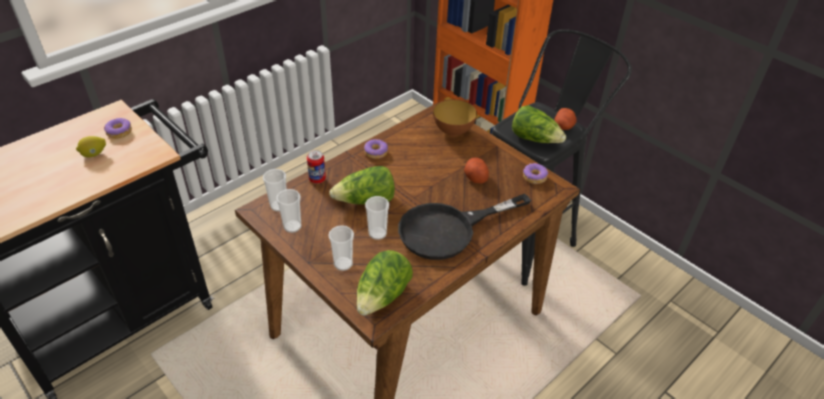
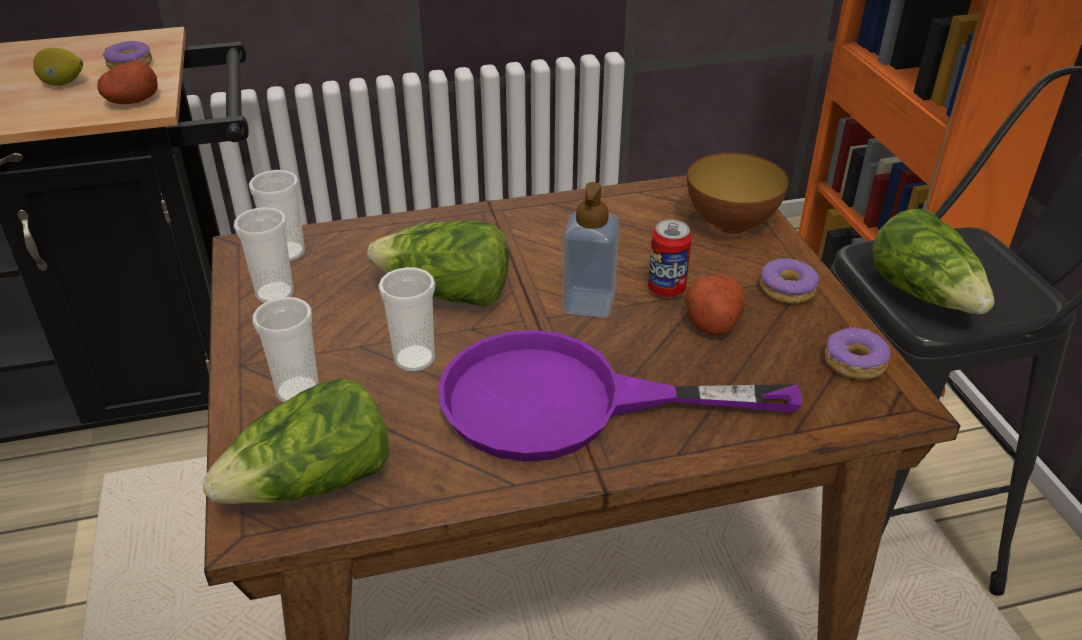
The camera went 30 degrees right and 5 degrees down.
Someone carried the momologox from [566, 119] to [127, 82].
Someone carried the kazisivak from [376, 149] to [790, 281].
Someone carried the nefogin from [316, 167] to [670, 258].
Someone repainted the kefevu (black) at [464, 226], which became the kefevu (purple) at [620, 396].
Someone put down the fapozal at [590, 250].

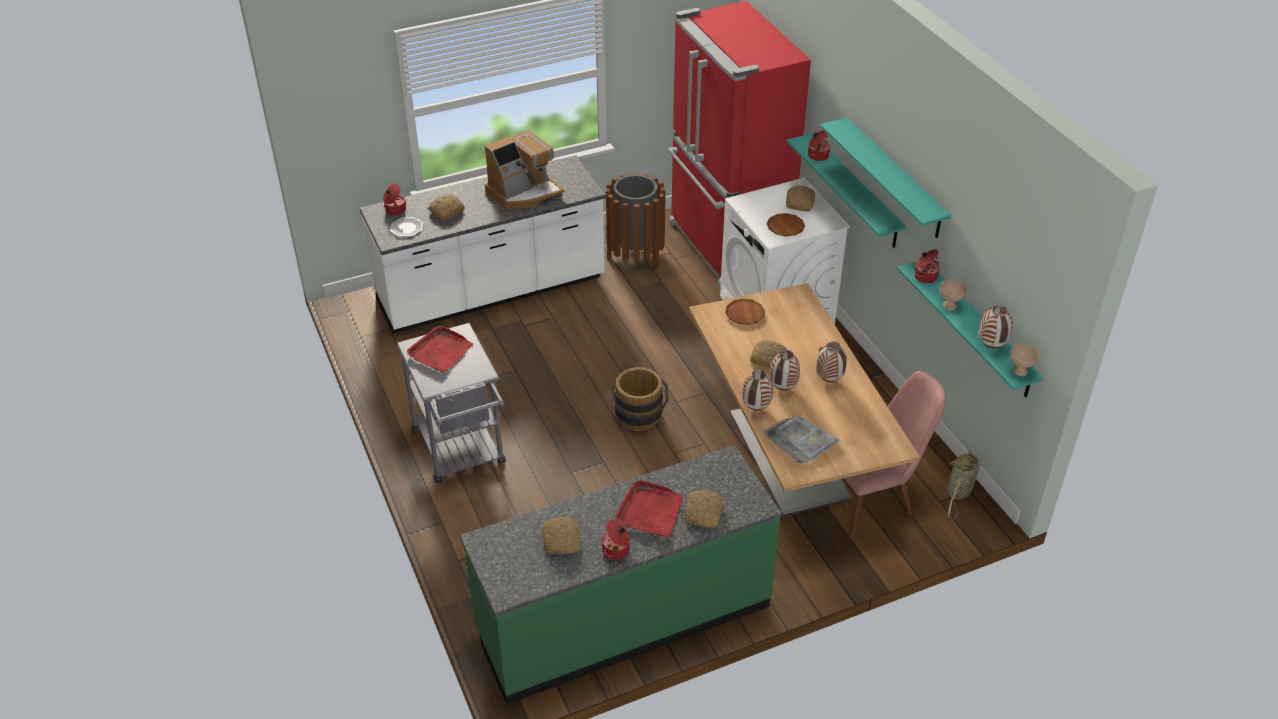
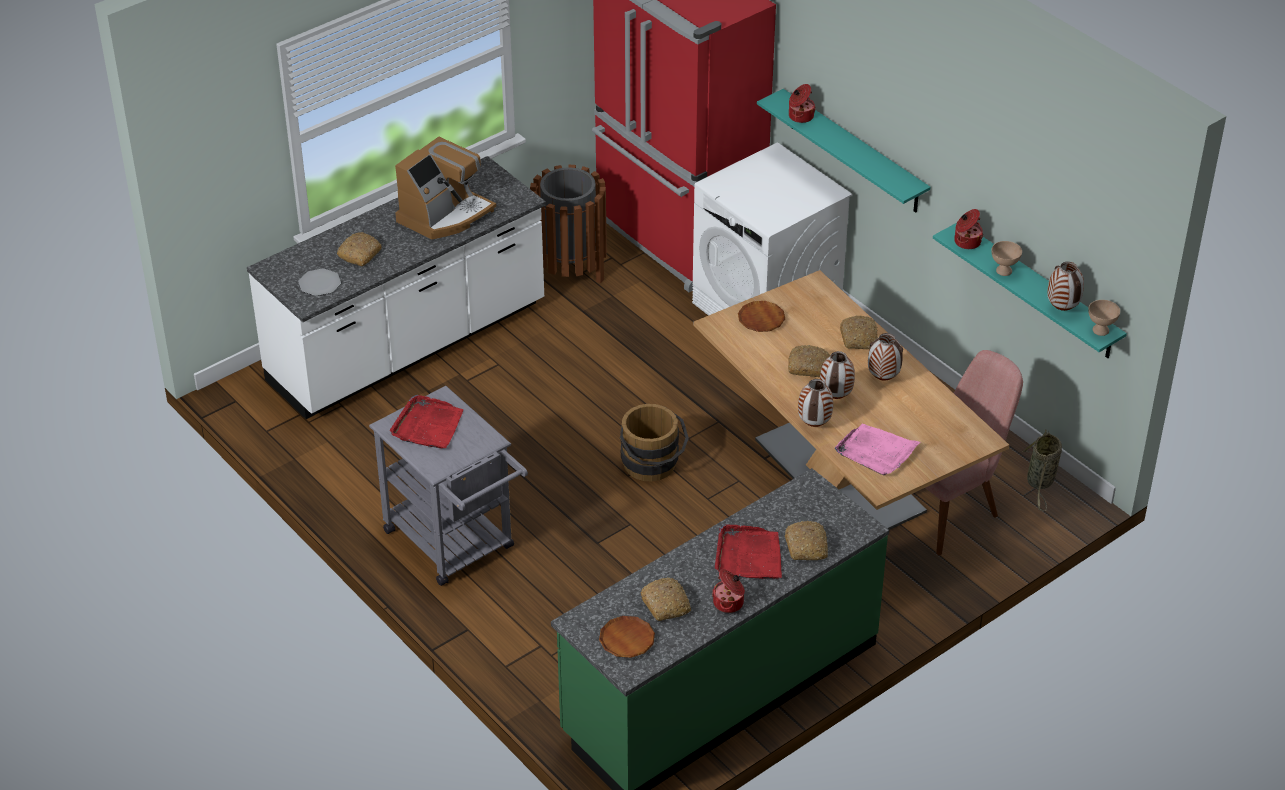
The camera went 15 degrees left and 0 degrees up.
Someone took away the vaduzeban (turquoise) at [885, 178].
Someone took away the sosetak at [394, 200].
Someone carried the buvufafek from [800, 198] to [859, 332].
Someone carried the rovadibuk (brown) from [786, 225] to [627, 637].
Someone repainted the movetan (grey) at [802, 439], which became the movetan (pink) at [877, 449].

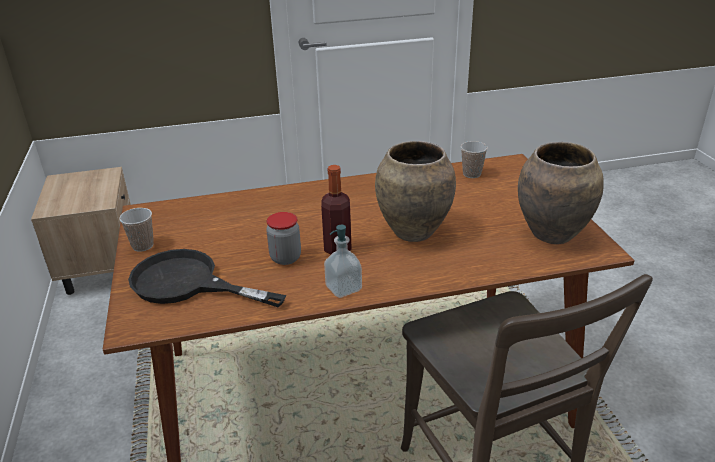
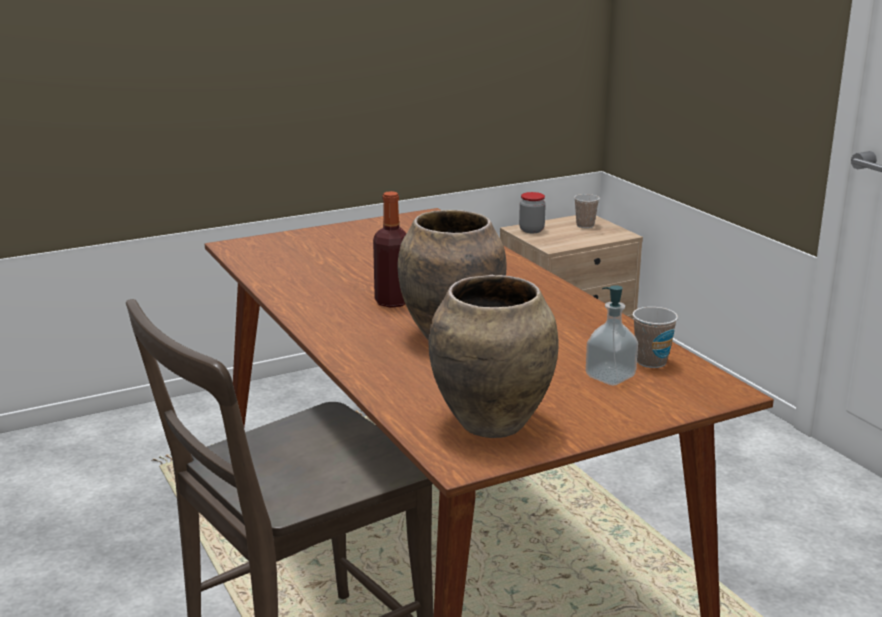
The camera went 75 degrees right and 10 degrees down.
Someone carried the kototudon from [136, 230] to [587, 211].
Someone carried the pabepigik from [283, 238] to [532, 212].
Someone carried the fapozal from [343, 261] to [612, 335].
Someone took away the kefevu (black) at [207, 278].

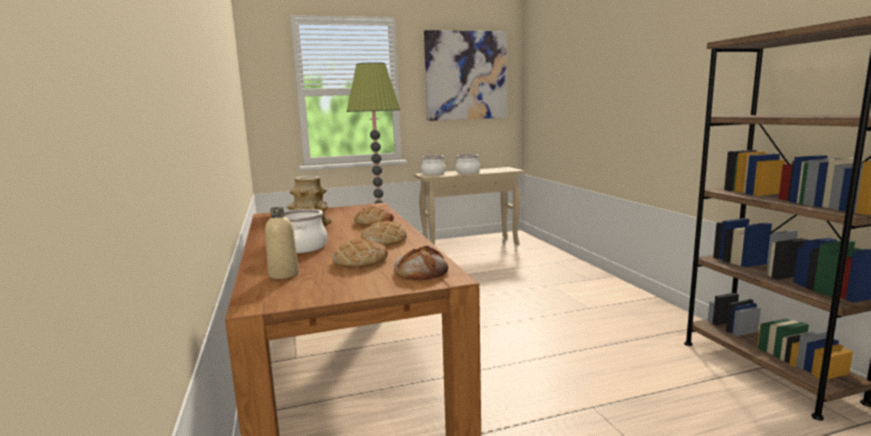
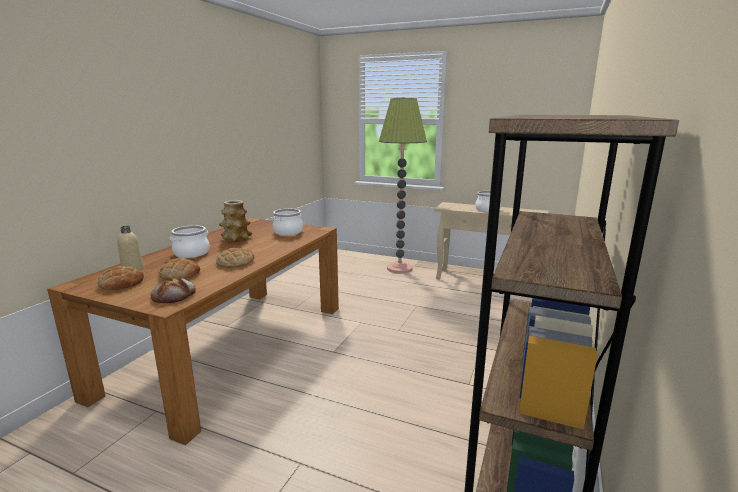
The camera went 40 degrees right and 5 degrees up.
Someone took away the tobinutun at [465, 75].
Someone carried the sosetak from [433, 165] to [288, 222].
Someone carried the buvufafek from [374, 216] to [121, 278].

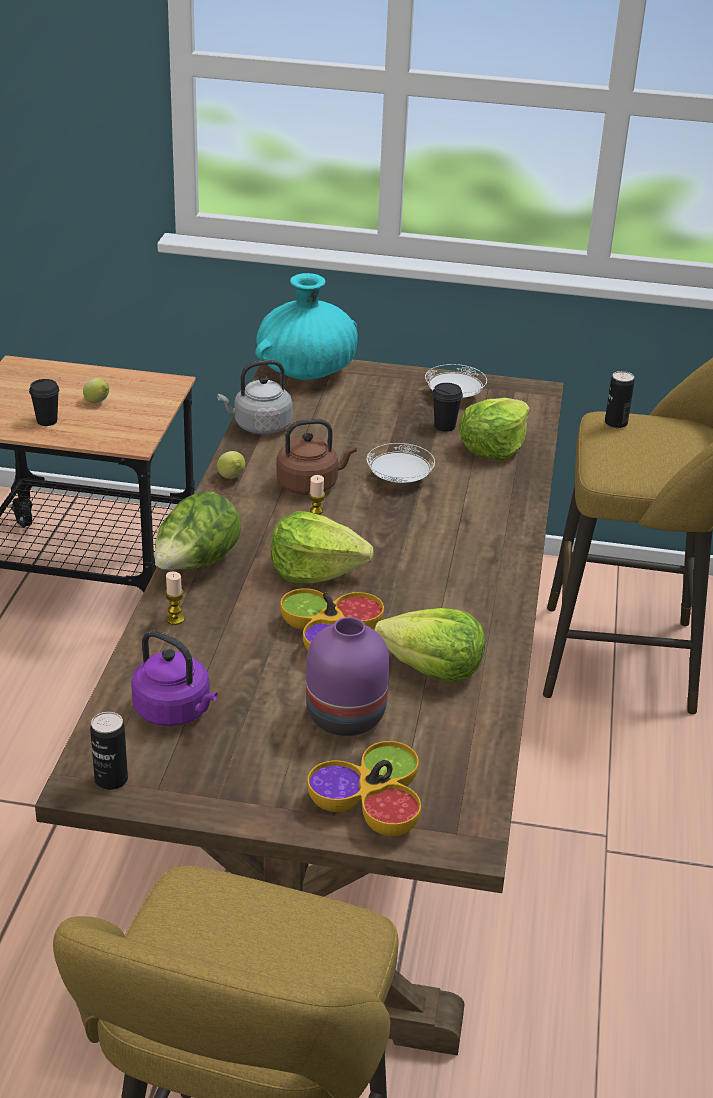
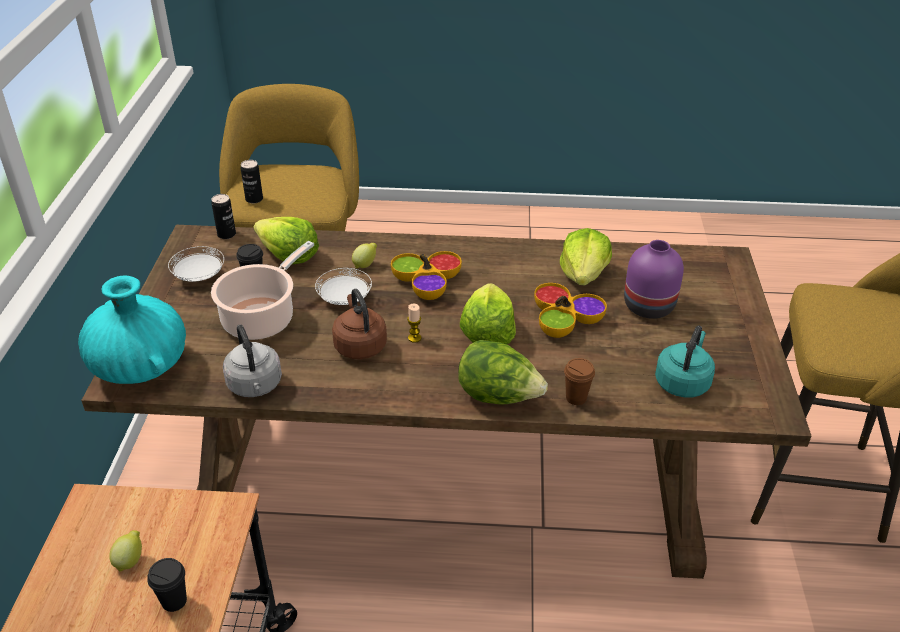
The camera went 95 degrees left and 5 degrees up.
Someone carried the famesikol from [231, 465] to [364, 255].
Someone swapped the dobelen at [174, 598] for the kototudon (brown) at [579, 381].
Someone repainted the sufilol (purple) at [174, 678], which became the sufilol (turquoise) at [685, 361].
Someone carried the nefogin from [109, 751] to [223, 216].
Someone carried the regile from [364, 788] to [426, 275].
Someone put down the sosetak at [262, 290].

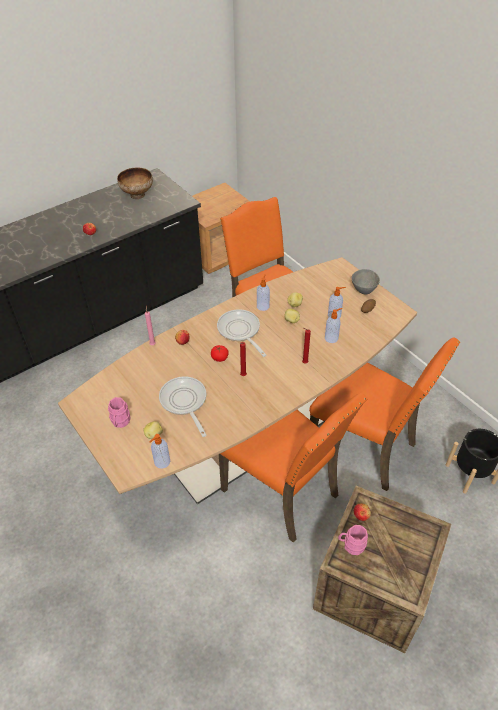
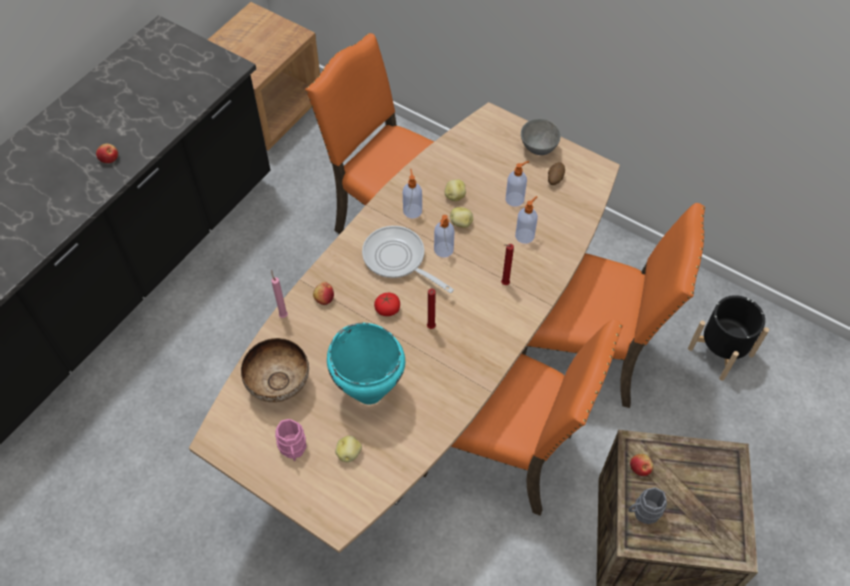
The camera went 20 degrees left and 10 degrees up.
Someone carried the regile from [135, 183] to [275, 370].
Someone swapped the kefevu at [183, 406] for the sosetak (turquoise) at [366, 364].
Someone carried the fapozal from [160, 451] to [444, 236].
Someone repainted the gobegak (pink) at [353, 540], which became the gobegak (grey) at [647, 505].

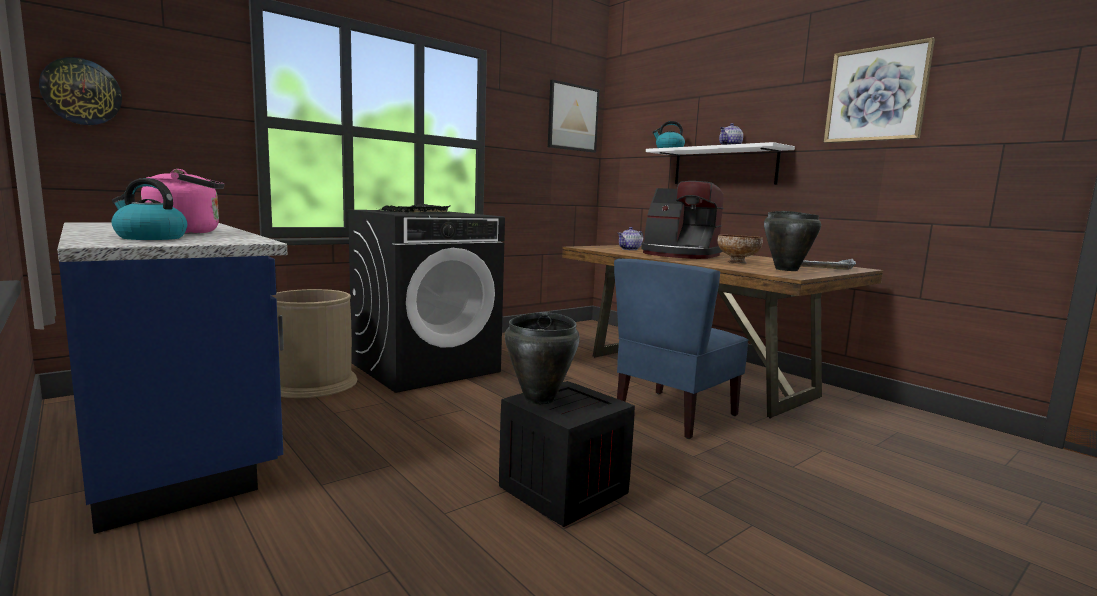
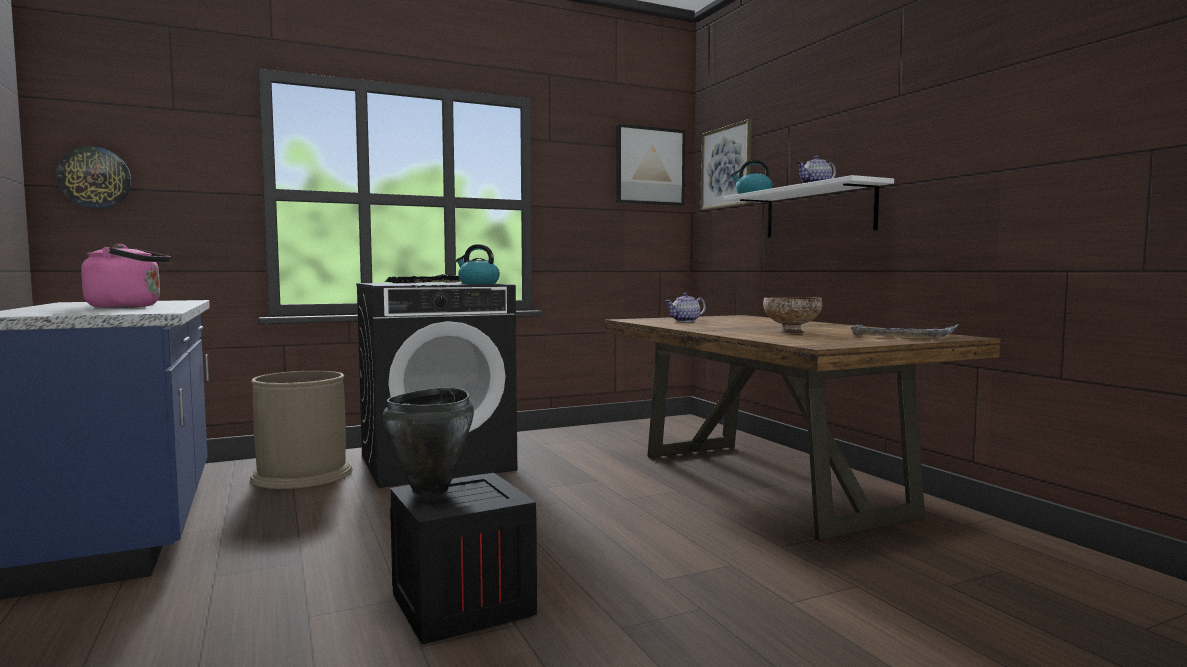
The camera went 15 degrees right and 5 degrees down.
Someone carried the tobinutun from [879, 90] to [726, 164].
Someone carried the sufilol from [149, 209] to [478, 264].
Someone took away the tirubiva at [682, 220].
Someone took away the sosetak (black) at [792, 241].
Someone took away the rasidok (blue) at [681, 349].

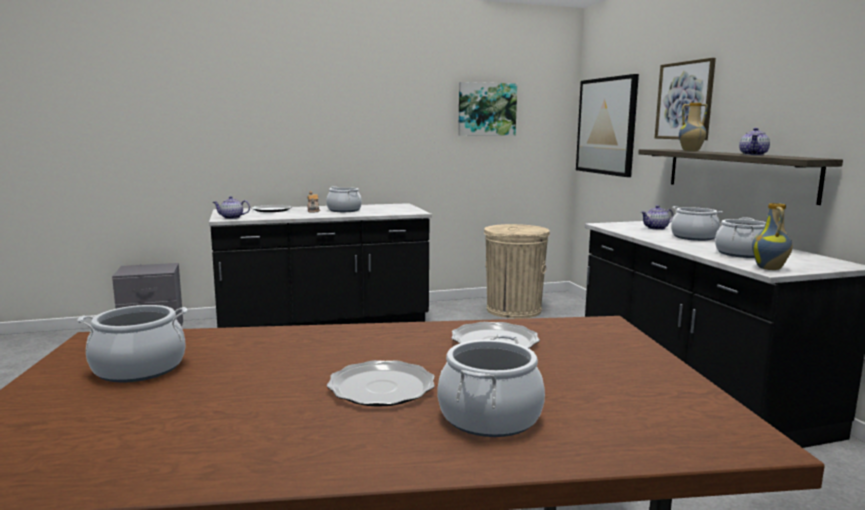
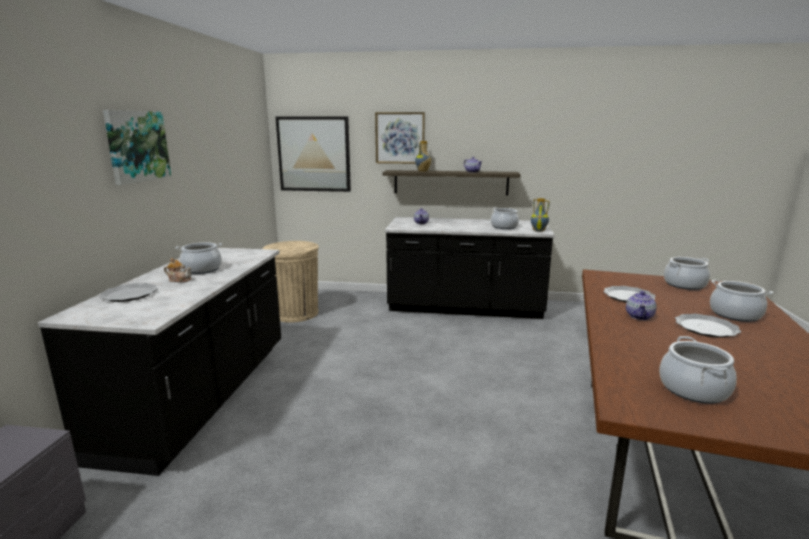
The camera went 65 degrees left and 5 degrees up.
Someone carried the tobinutun from [487, 109] to [137, 147].
Someone carried the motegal from [231, 207] to [641, 305].
Someone carried the sosetak from [697, 223] to [687, 273].

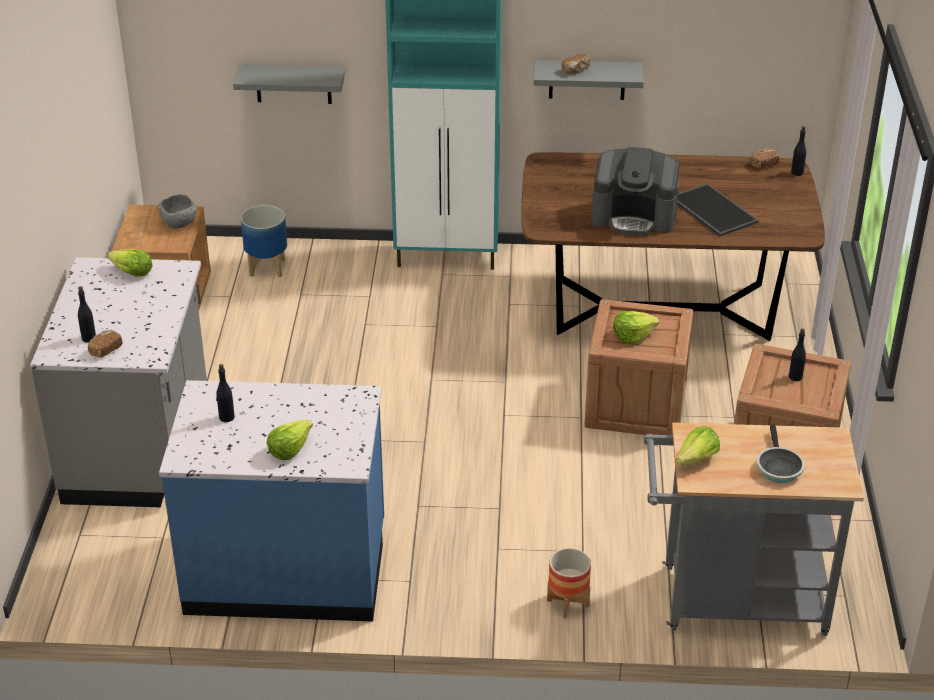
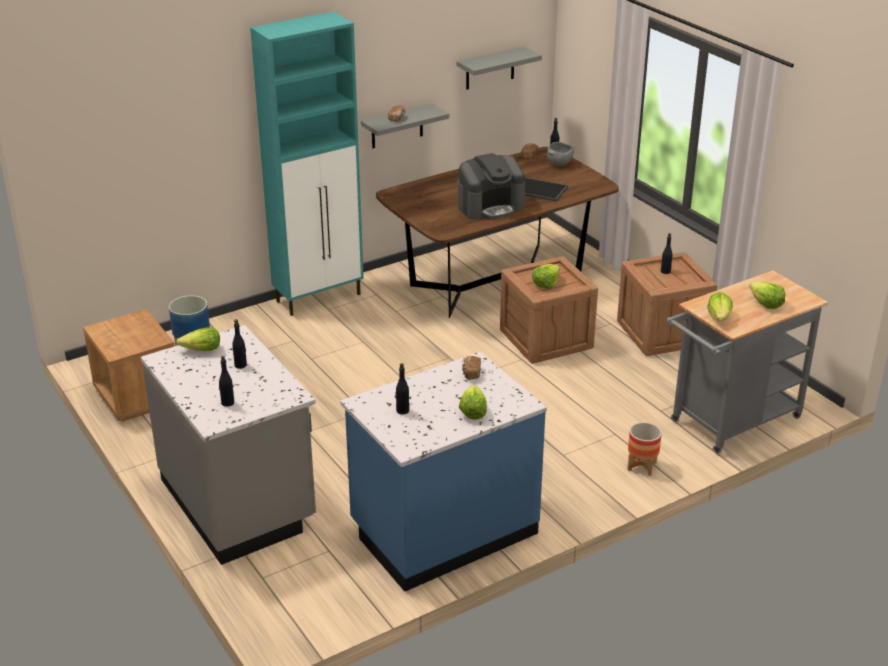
The camera went 35 degrees left and 5 degrees down.
Someone carried the vaduzeban (grey) from [289, 84] to [499, 68].
Someone carried the regile (grey) from [177, 211] to [560, 154].
Someone carried the buvufafek from [105, 344] to [471, 368].
Someone swapped the kefevu at [781, 454] for the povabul at [767, 295].
Someone put down the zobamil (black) at [239, 344].

